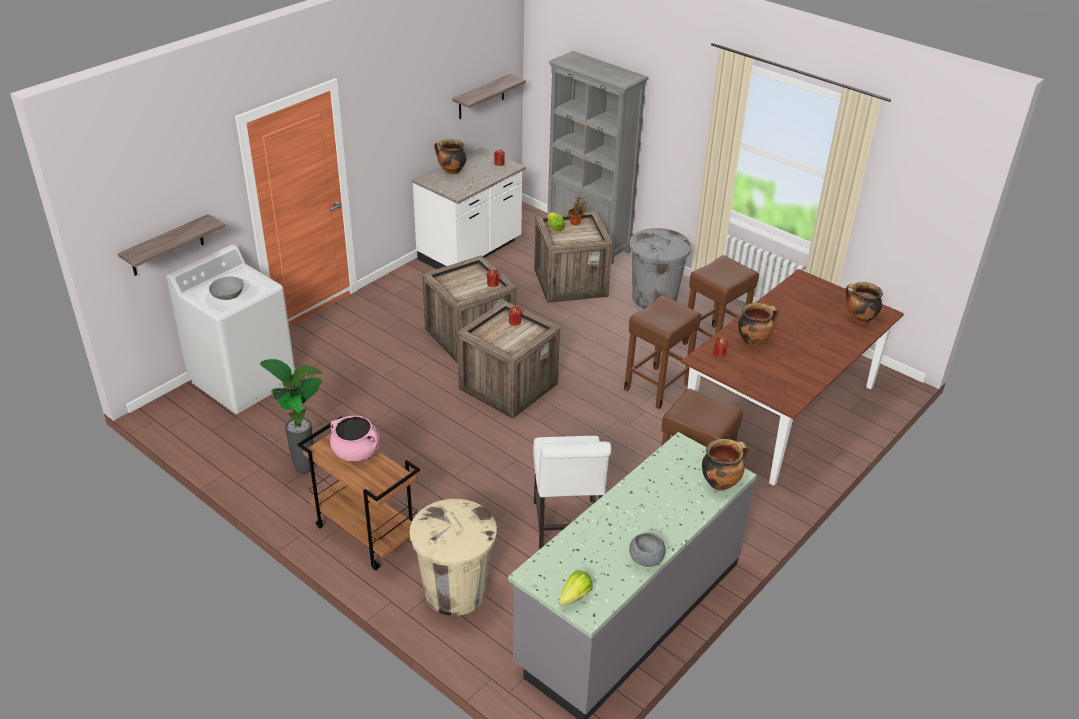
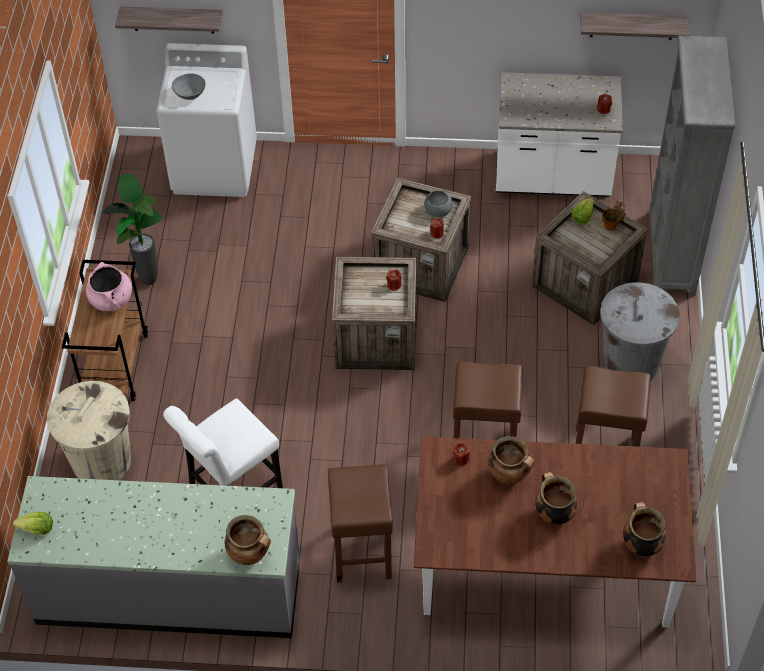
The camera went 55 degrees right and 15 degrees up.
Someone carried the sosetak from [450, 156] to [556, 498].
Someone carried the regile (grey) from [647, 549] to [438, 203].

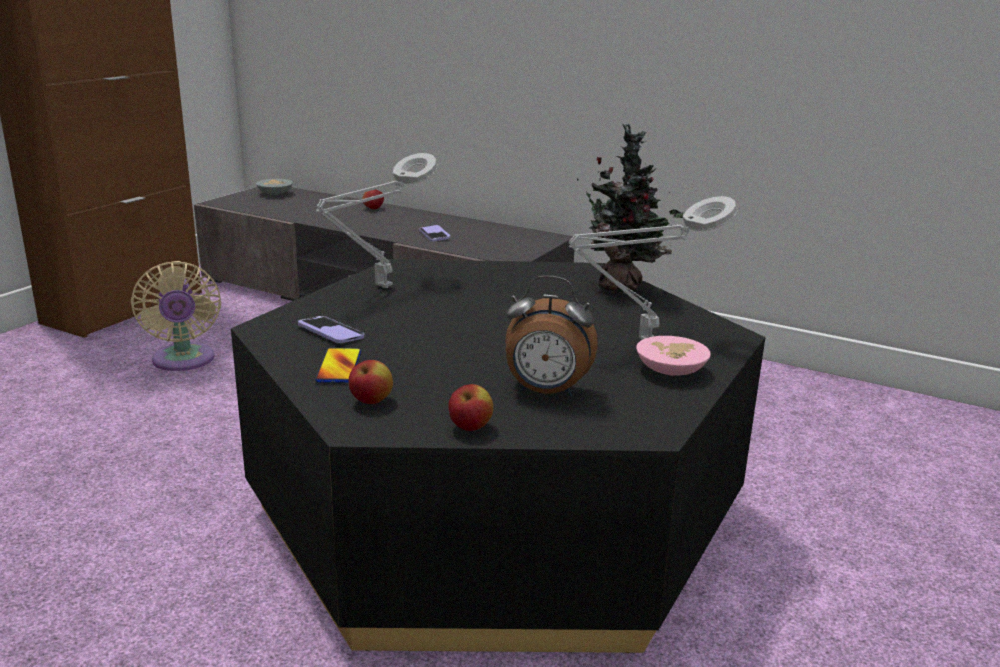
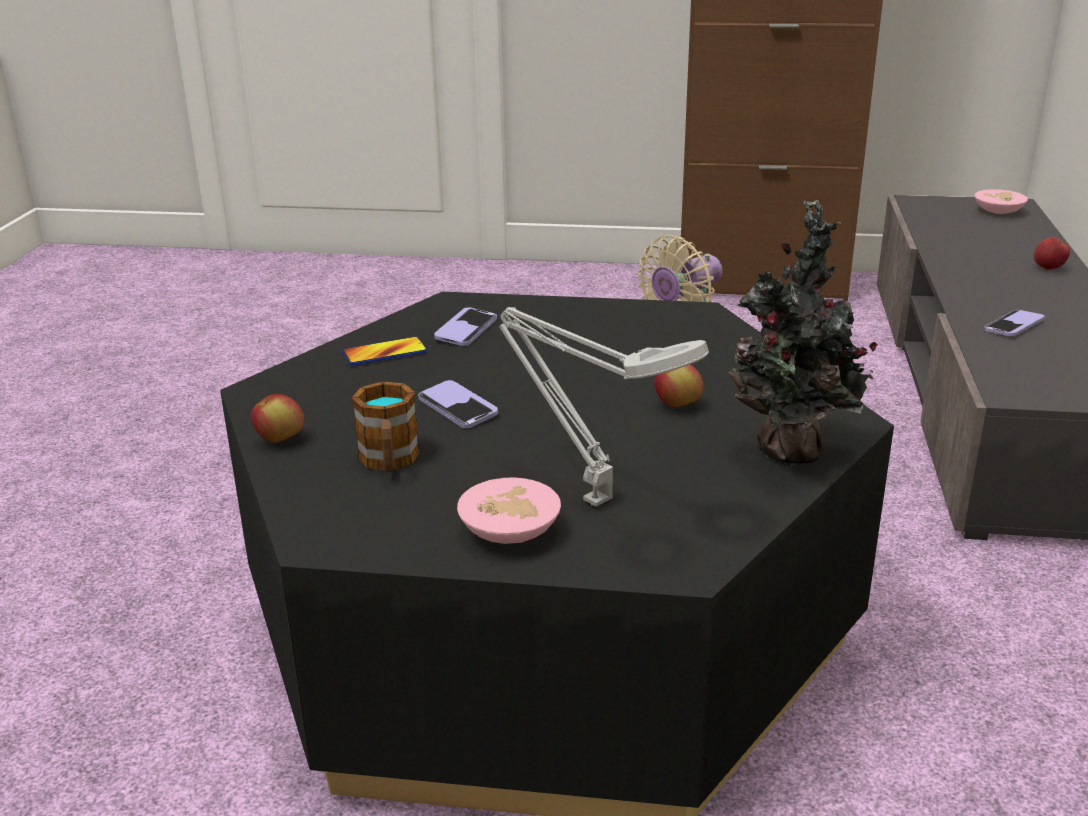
The camera went 70 degrees right and 5 degrees up.
Someone took away the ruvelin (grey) at [376, 220].
Someone repainted the regile (grey) at [274, 187], which became the regile (pink) at [1001, 201].
Someone swapped the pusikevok at [551, 336] for the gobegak at [386, 426].
Someone carried the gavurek from [371, 382] to [679, 386].
Someone put down the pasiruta at [458, 404].

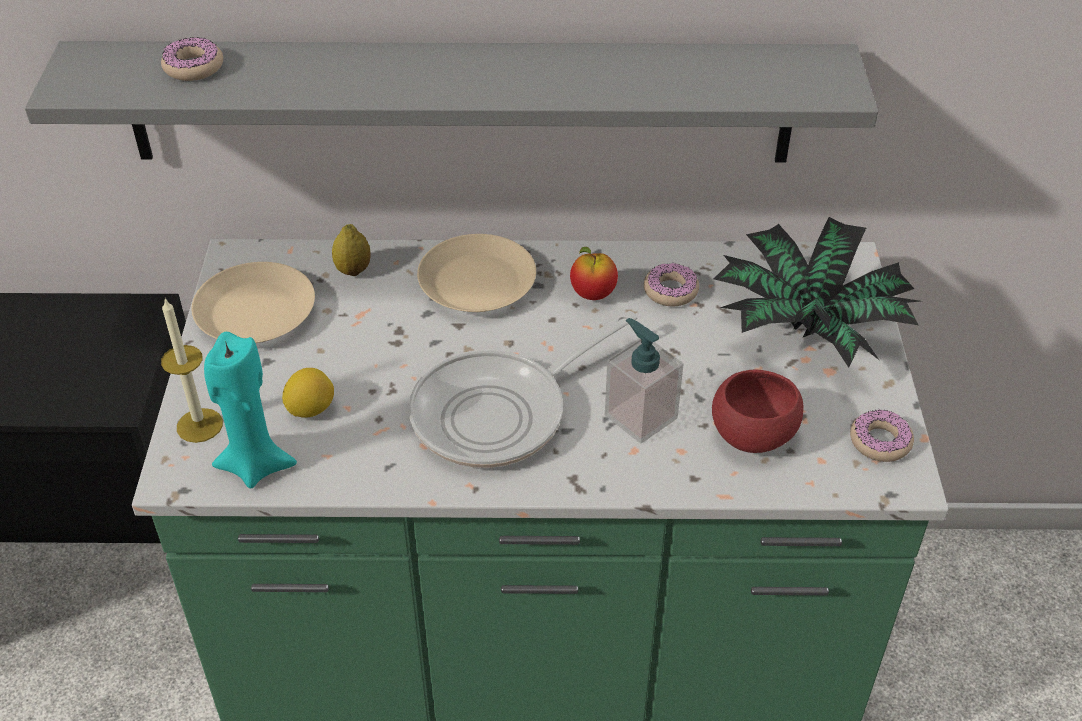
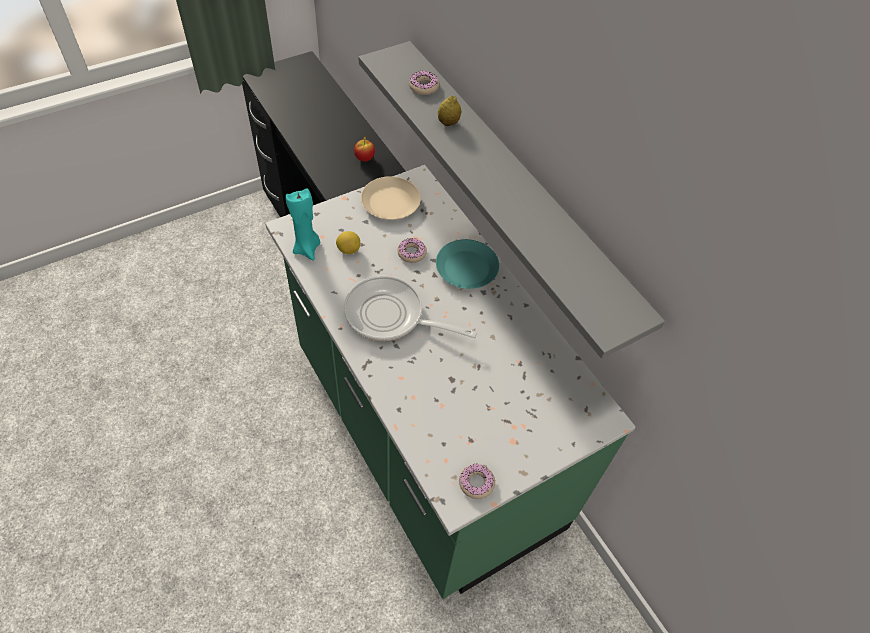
The camera went 55 degrees right and 10 degrees up.
Someone took away the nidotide at [817, 292].
Someone carried the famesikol from [351, 250] to [449, 111].
Someone repainted the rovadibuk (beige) at [476, 273], which became the rovadibuk (turquoise) at [467, 264].
Someone carried the gavurek from [594, 273] to [364, 149].
Someone carried the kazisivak from [671, 284] to [412, 250].
Someone took away the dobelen at [192, 370].
Someone took away the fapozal at [644, 381].
Someone took away the regile (red) at [757, 411].

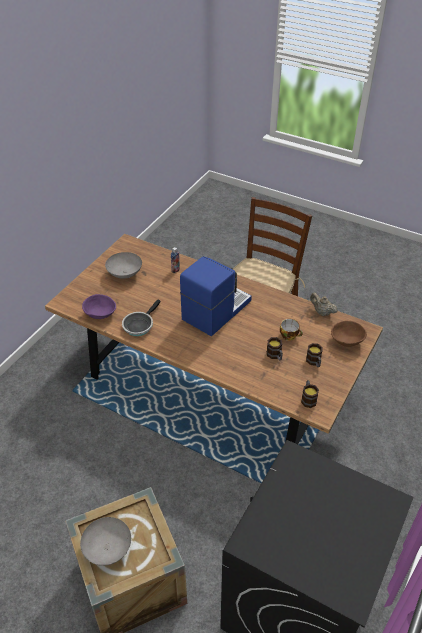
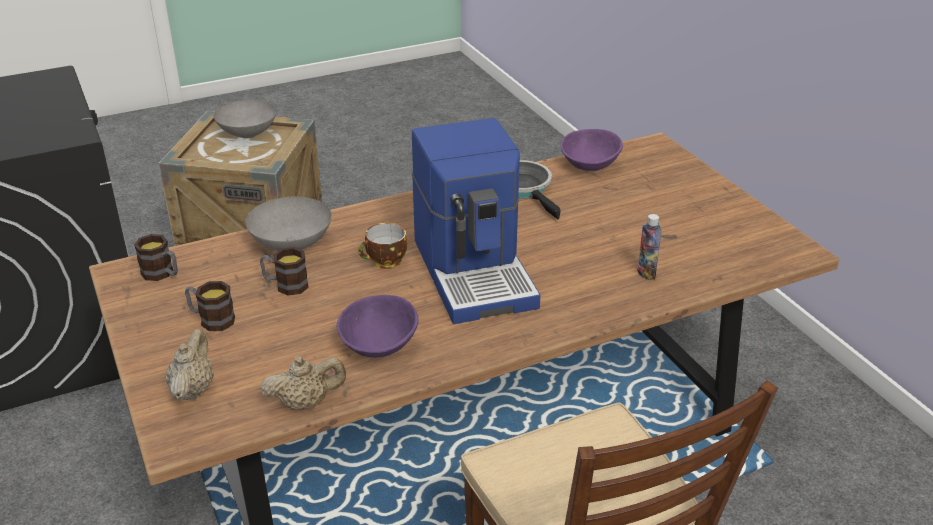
The camera went 125 degrees right and 10 degrees down.
Someone carried the regile (grey) from [123, 265] to [288, 224].
Someone carried the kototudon from [291, 330] to [382, 246].
Someone swapped the regile (brown) at [349, 334] for the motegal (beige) at [190, 364].
Someone put down the regile (purple) at [377, 326].

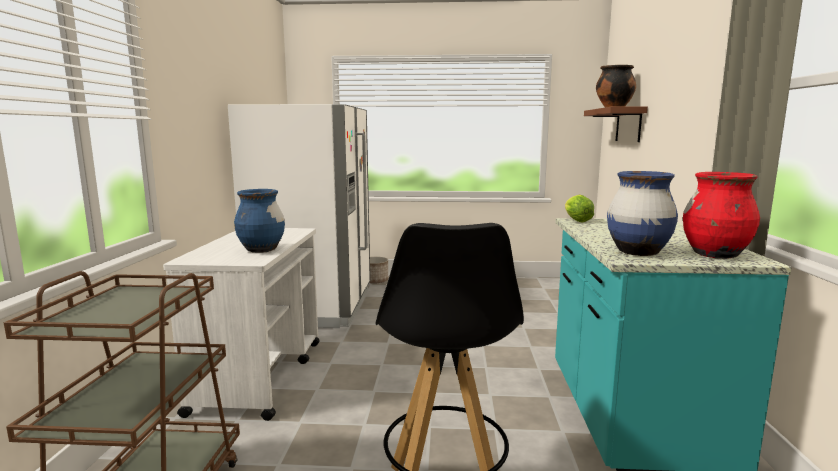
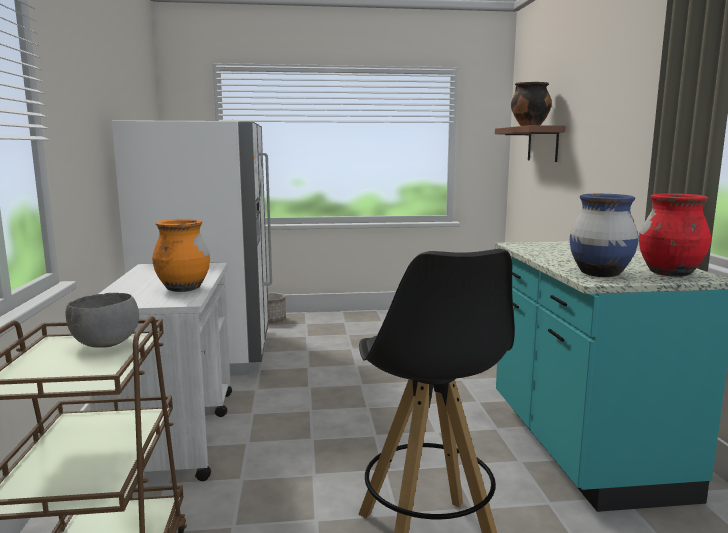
The camera went 10 degrees left and 0 degrees up.
Someone repainted the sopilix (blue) at [259, 221], which became the sopilix (orange) at [181, 255].
Someone took away the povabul at [579, 209].
Someone put down the regile (grey) at [102, 320].

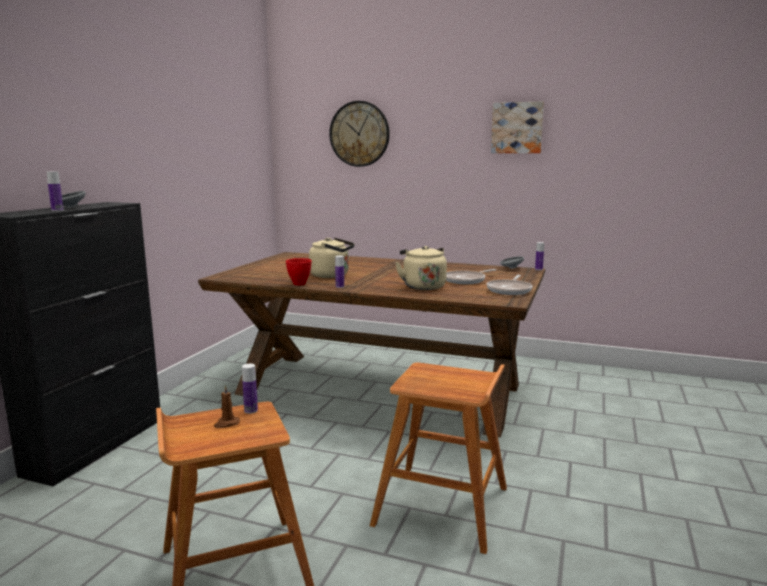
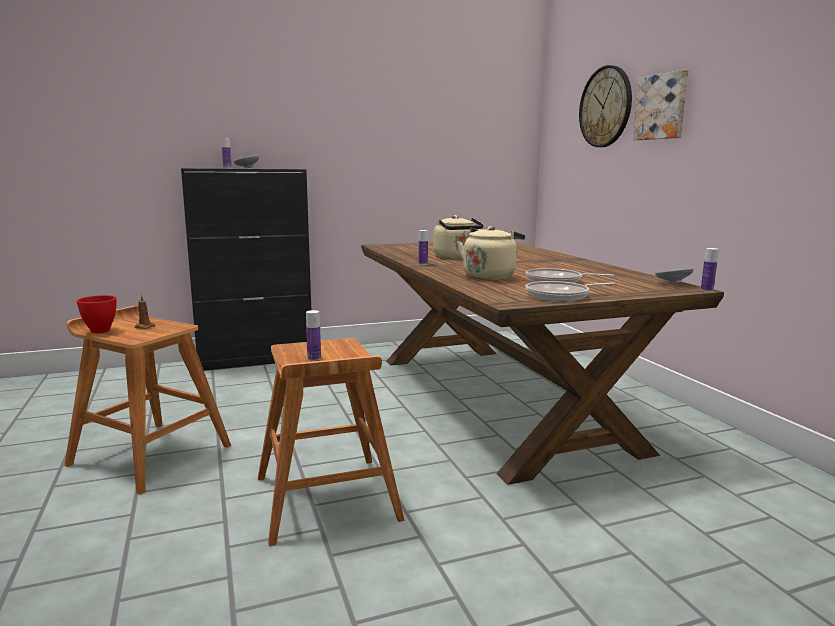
The camera went 50 degrees right and 0 degrees up.
Someone carried the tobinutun from [517, 127] to [660, 105].
Someone carried the regile (red) from [299, 271] to [96, 314].
Someone carried the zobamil from [250, 389] to [313, 335].

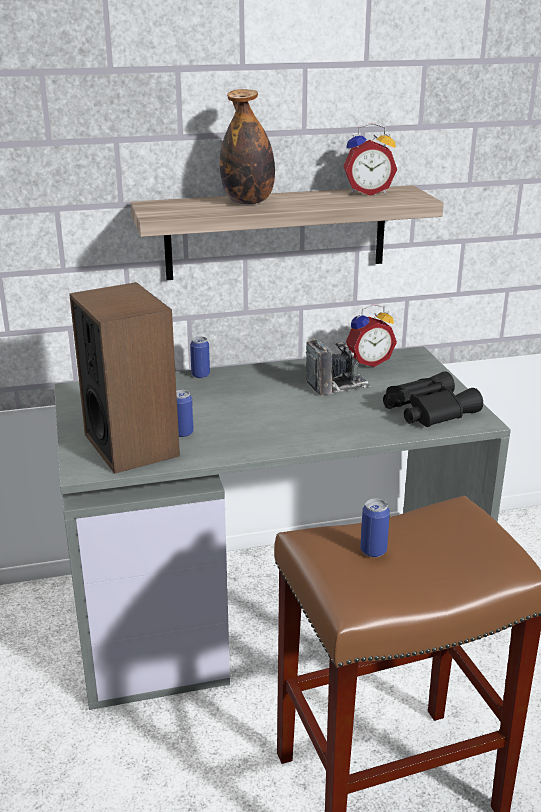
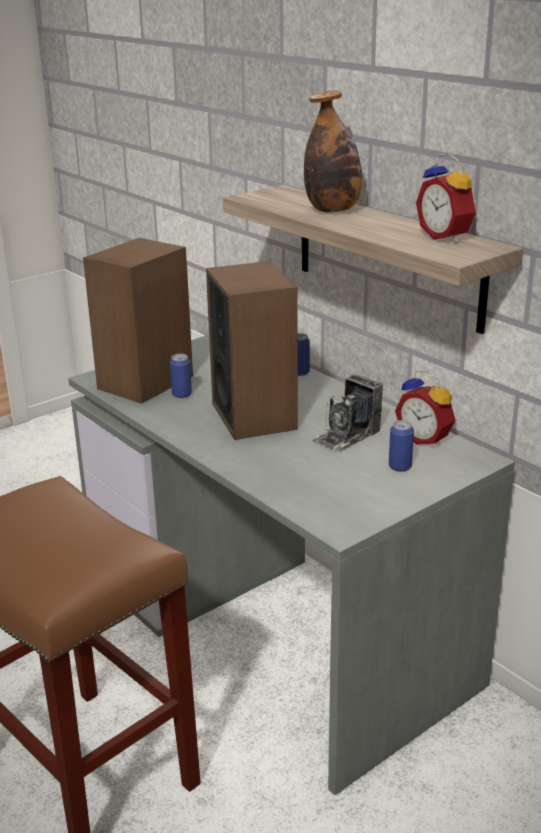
The camera went 65 degrees right and 0 degrees up.
Someone rotated the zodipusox at [338, 367] by 90 degrees clockwise.
Someone took away the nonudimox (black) at [433, 399].
Someone carried the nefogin from [375, 527] to [401, 446].
Someone put down the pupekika at [252, 350].

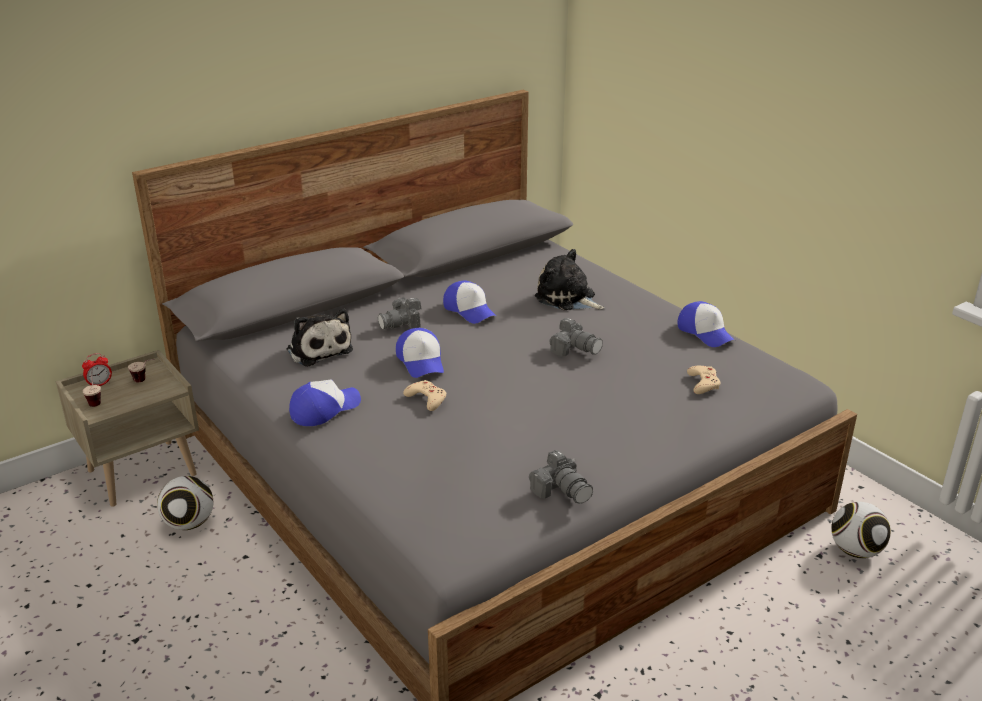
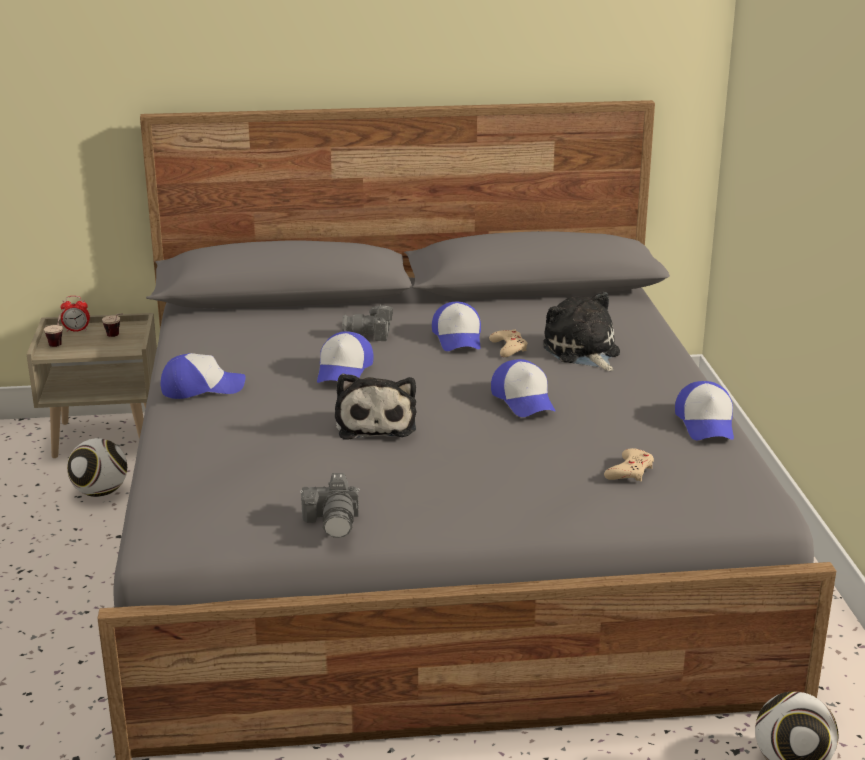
The camera went 30 degrees right and 5 degrees down.
Someone carried the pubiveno from [320, 338] to [376, 406].
Someone swapped the zodipusox at [576, 337] for the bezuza at [523, 388].
Someone carried the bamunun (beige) from [424, 395] to [508, 343].

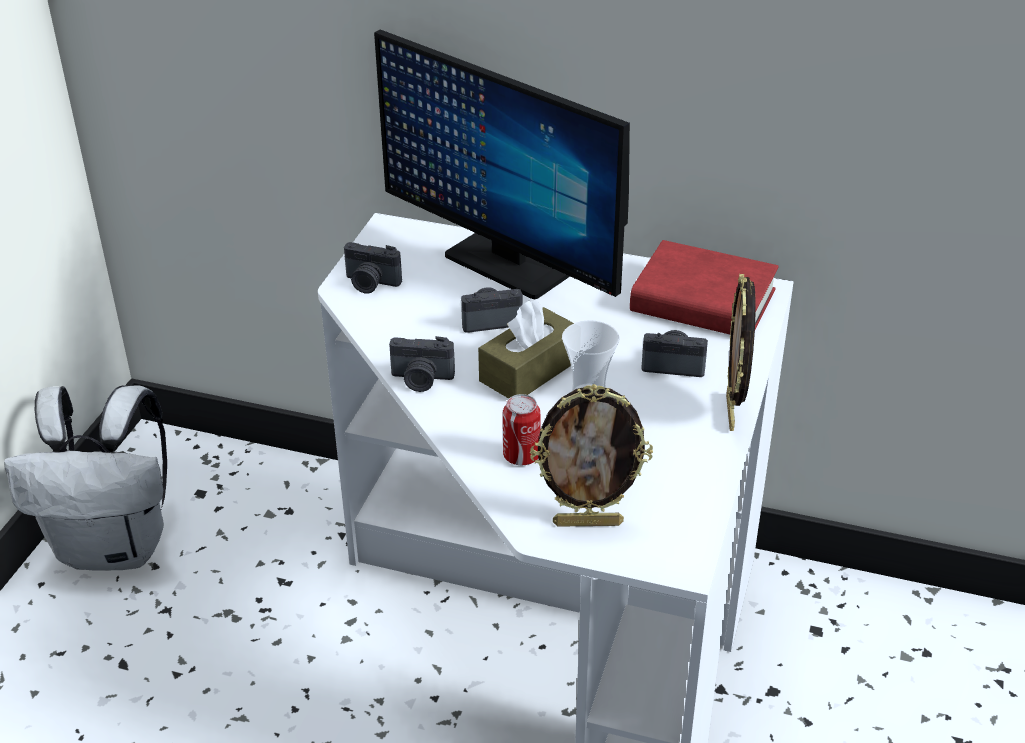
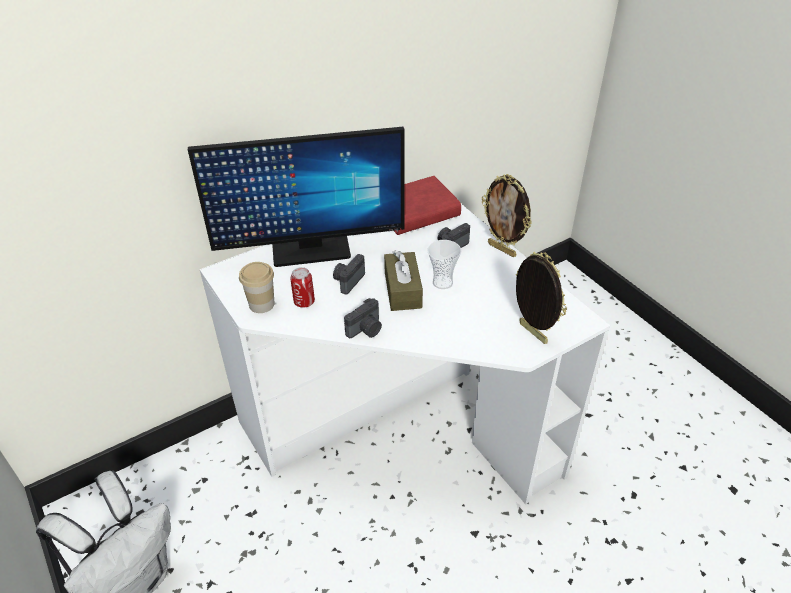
The camera went 50 degrees left and 5 degrees up.
Someone swapped the zodipusox at [373, 268] for the kototudon at [257, 287].
Someone rotated the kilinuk at [591, 455] by 75 degrees counterclockwise.
Someone carried the nefogin from [521, 429] to [302, 287].

